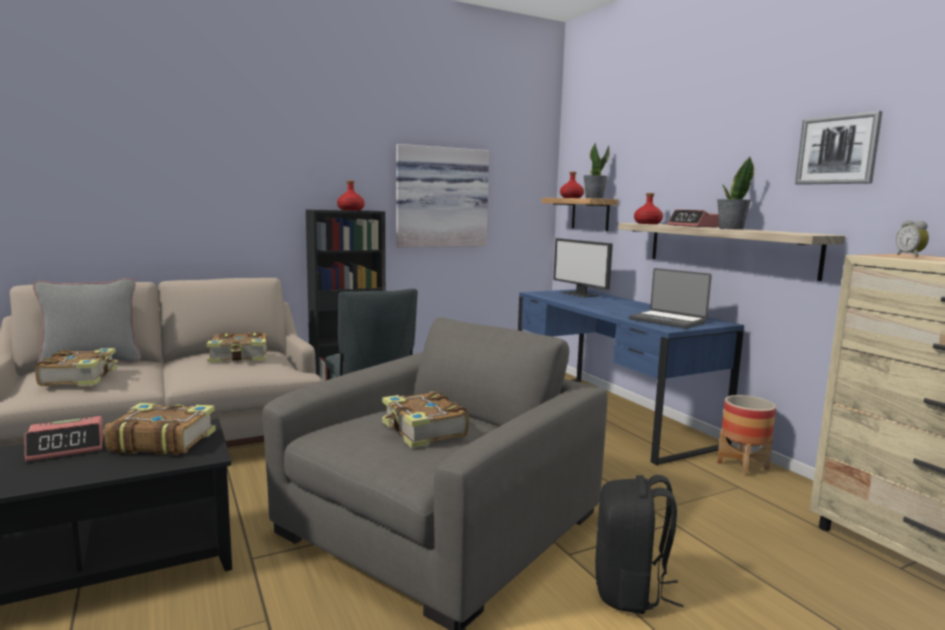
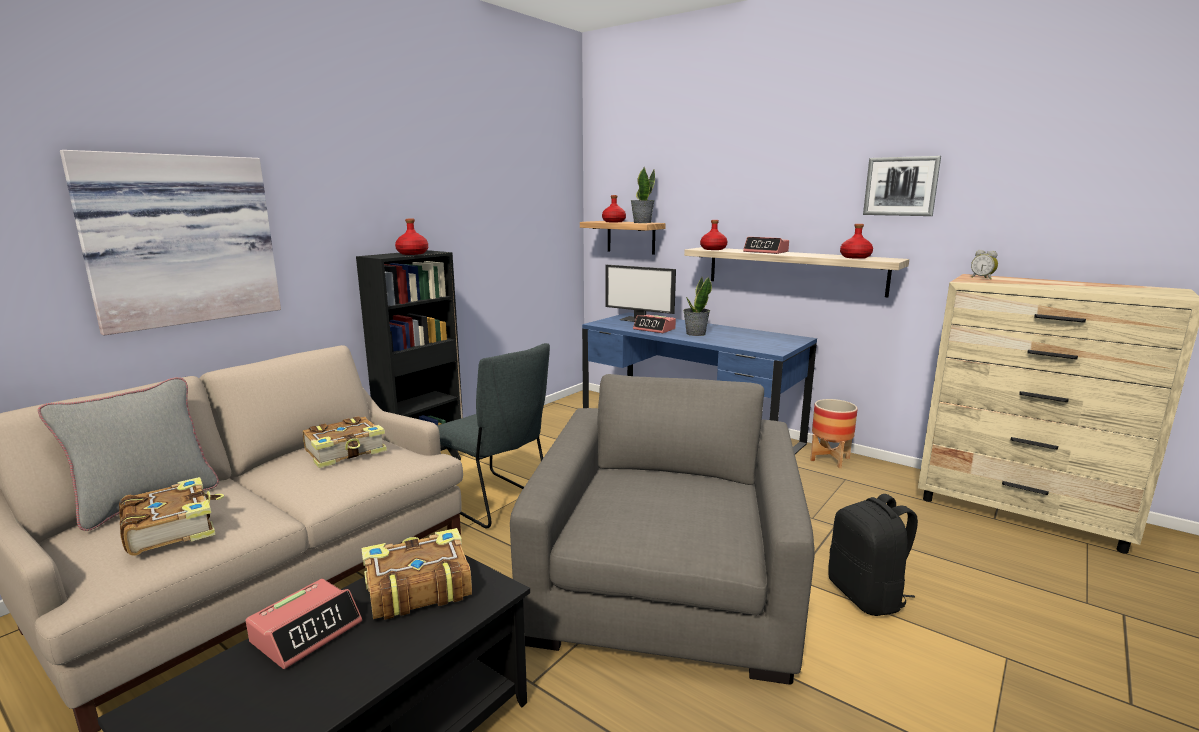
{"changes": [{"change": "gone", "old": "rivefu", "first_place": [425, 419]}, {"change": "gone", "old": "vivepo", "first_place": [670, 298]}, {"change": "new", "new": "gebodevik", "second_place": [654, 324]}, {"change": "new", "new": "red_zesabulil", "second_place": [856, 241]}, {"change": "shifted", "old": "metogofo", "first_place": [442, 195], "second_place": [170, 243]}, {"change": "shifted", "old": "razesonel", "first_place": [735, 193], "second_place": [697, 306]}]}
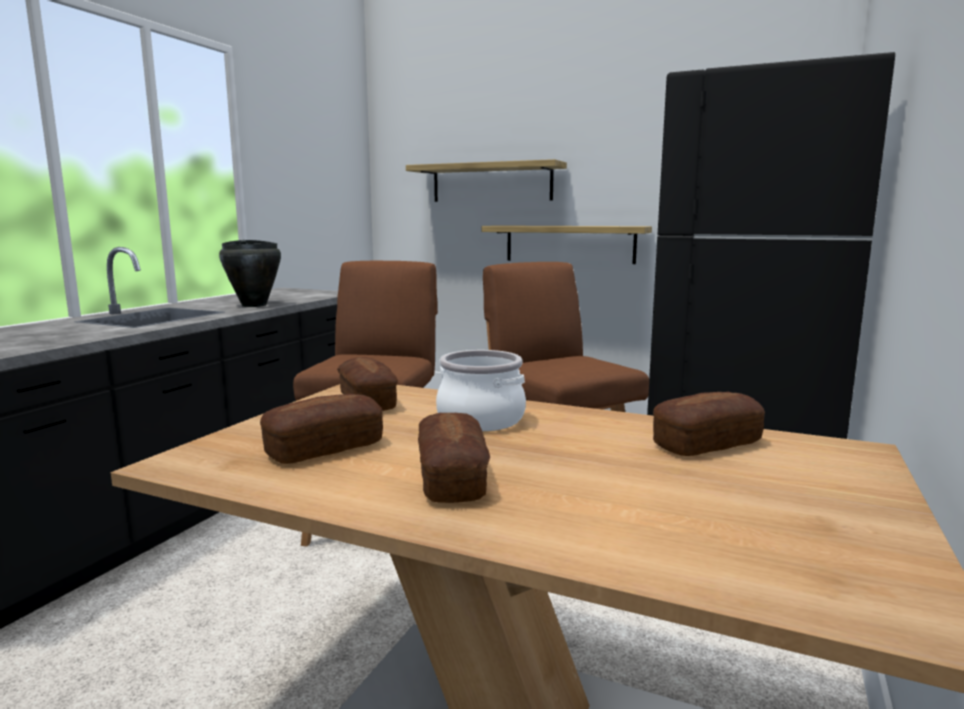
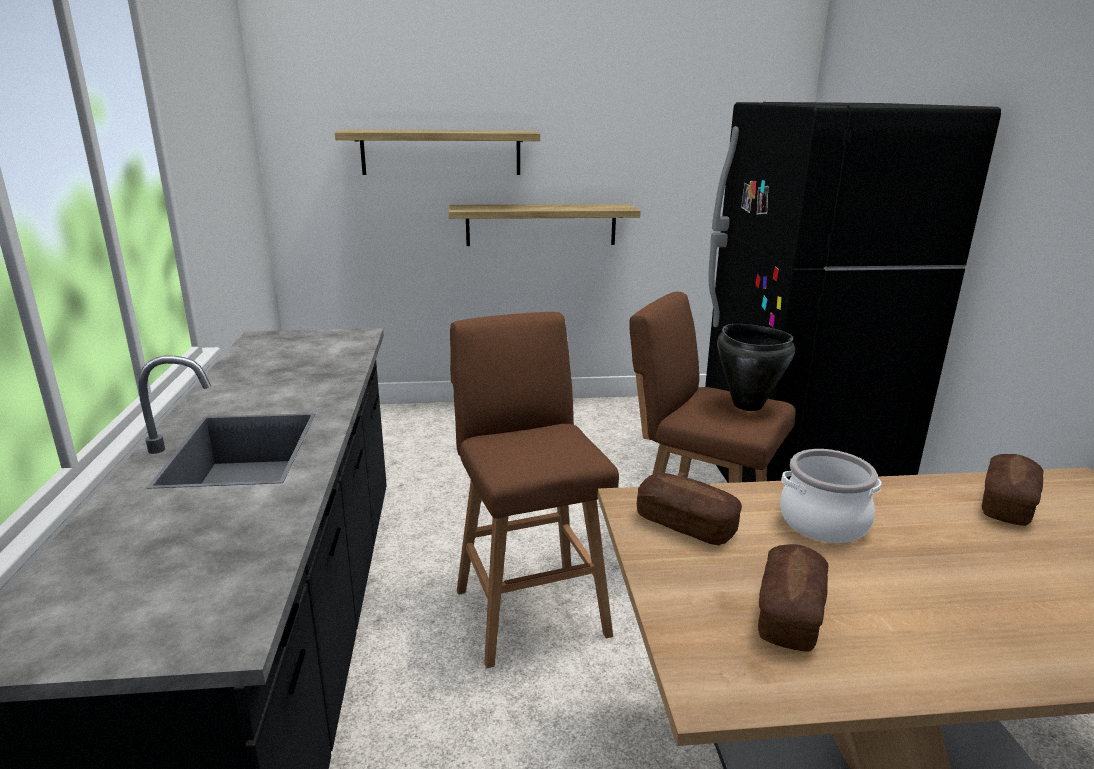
{"changes": [{"change": "gone", "old": "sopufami", "first_place": [454, 458]}, {"change": "shifted", "old": "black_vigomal", "first_place": [250, 273], "second_place": [756, 367]}]}
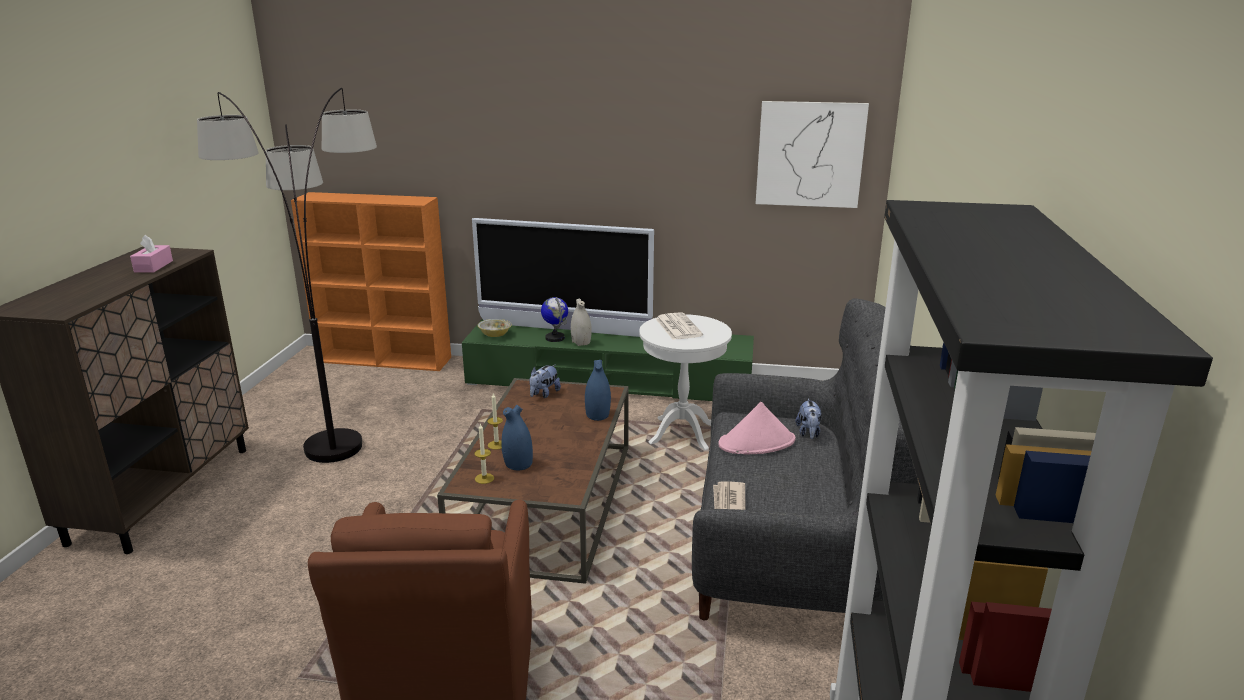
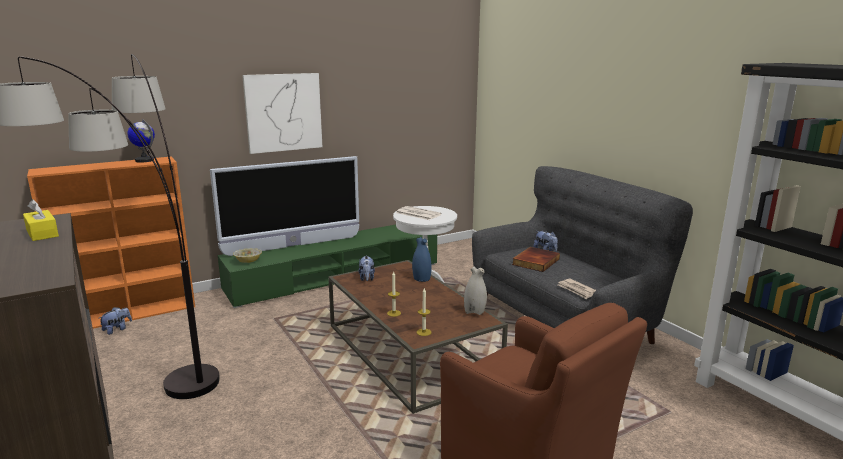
{"changes": [{"change": "gone", "old": "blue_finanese", "first_place": [517, 437]}, {"change": "new", "new": "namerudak", "second_place": [115, 321]}, {"change": "shifted", "old": "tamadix", "first_place": [554, 319], "second_place": [141, 141]}, {"change": "shifted", "old": "white_finanese", "first_place": [581, 322], "second_place": [475, 290]}, {"change": "shifted", "old": "metogofo", "first_place": [812, 154], "second_place": [282, 113]}, {"change": "swapped", "old": "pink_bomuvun", "new": "rivefu", "first_place": [756, 428], "second_place": [536, 259]}, {"change": "repainted", "old": "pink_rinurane", "new": "yellow_rinurane", "first_place": [151, 253], "second_place": [41, 220]}]}
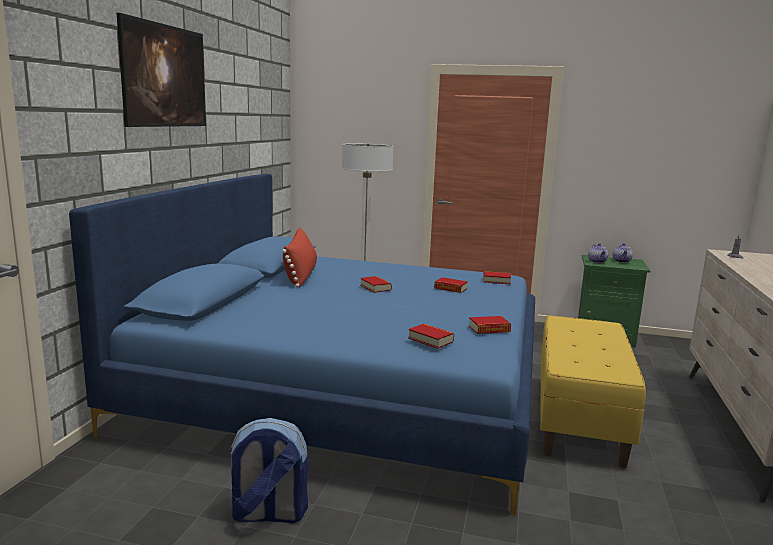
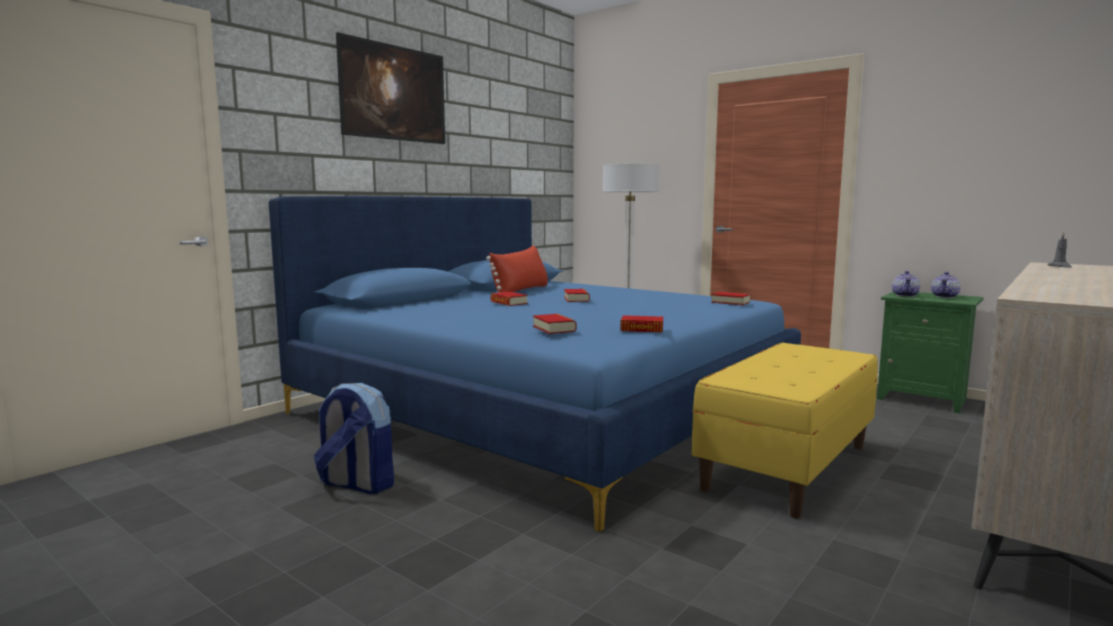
{"changes": [{"change": "shifted", "old": "rivefu", "first_place": [451, 285], "second_place": [509, 299]}]}
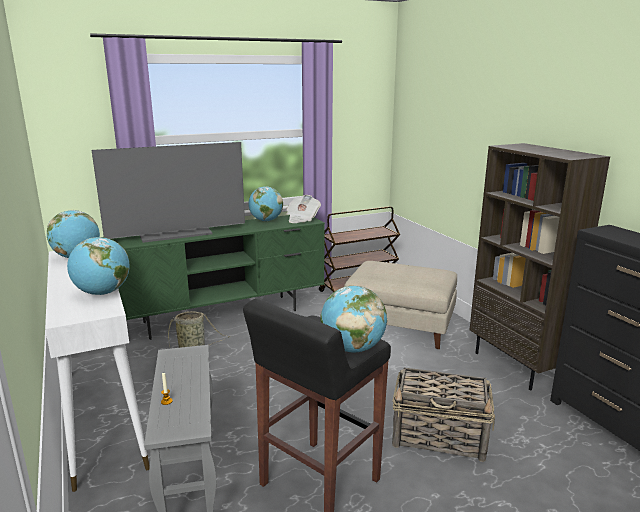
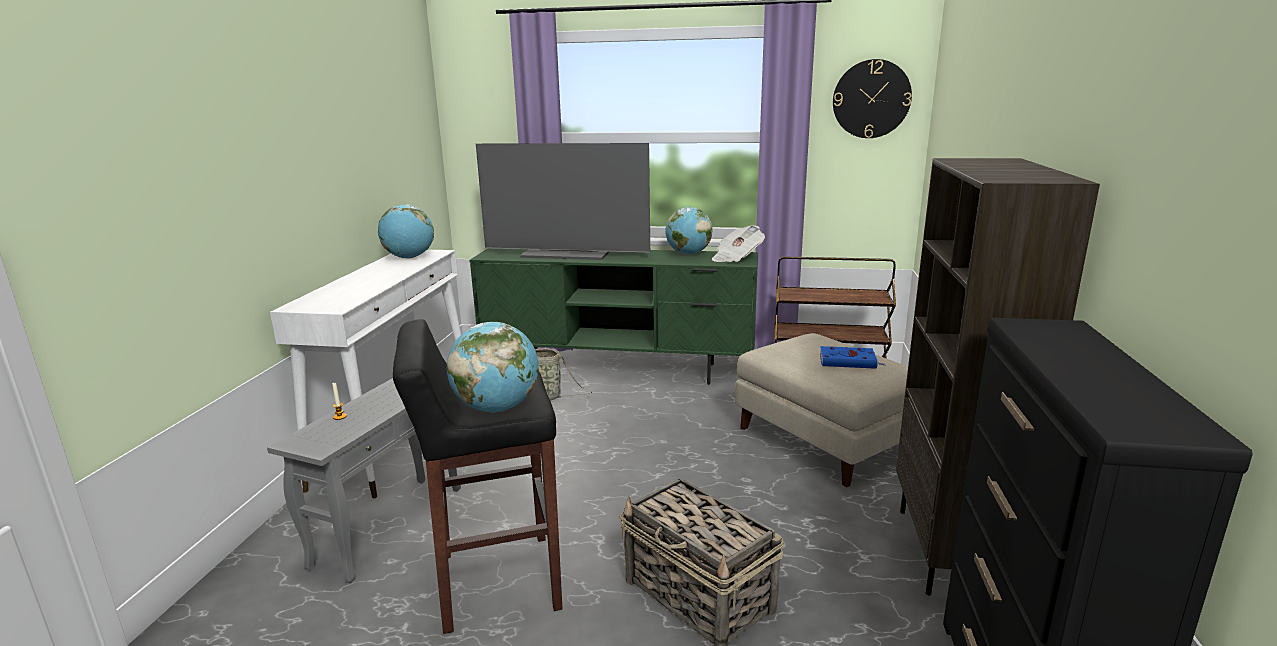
{"changes": [{"change": "gone", "old": "tamadix", "first_place": [98, 266]}, {"change": "new", "new": "blue_rivefu", "second_place": [852, 357]}, {"change": "new", "new": "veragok", "second_place": [872, 98]}]}
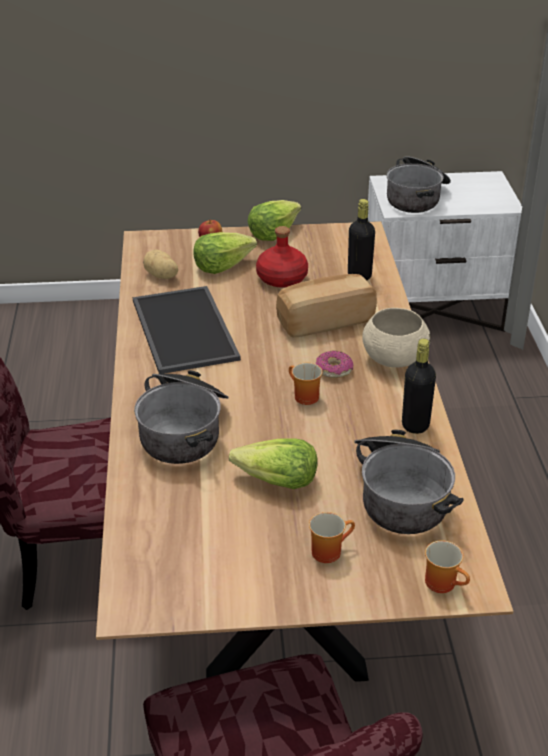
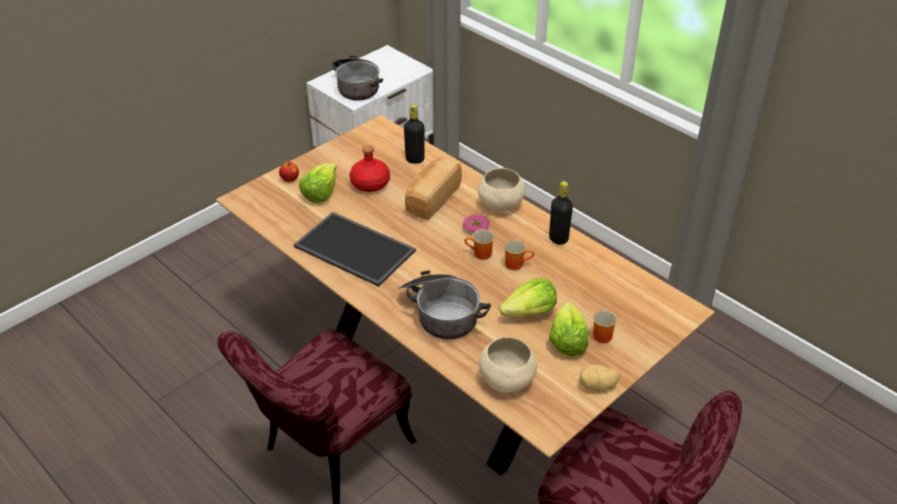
{"changes": [{"change": "gone", "old": "vigomal", "first_place": [408, 481]}, {"change": "new", "new": "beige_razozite", "second_place": [508, 365]}, {"change": "shifted", "old": "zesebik", "first_place": [160, 264], "second_place": [599, 378]}, {"change": "shifted", "old": "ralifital", "first_place": [274, 220], "second_place": [568, 329]}, {"change": "shifted", "old": "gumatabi", "first_place": [447, 566], "second_place": [519, 254]}]}
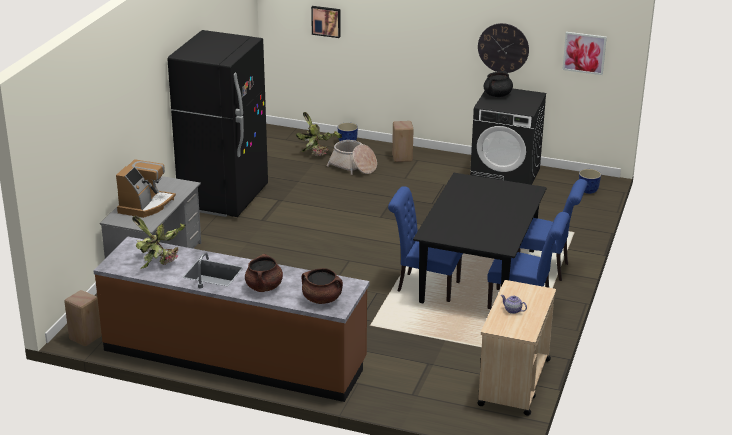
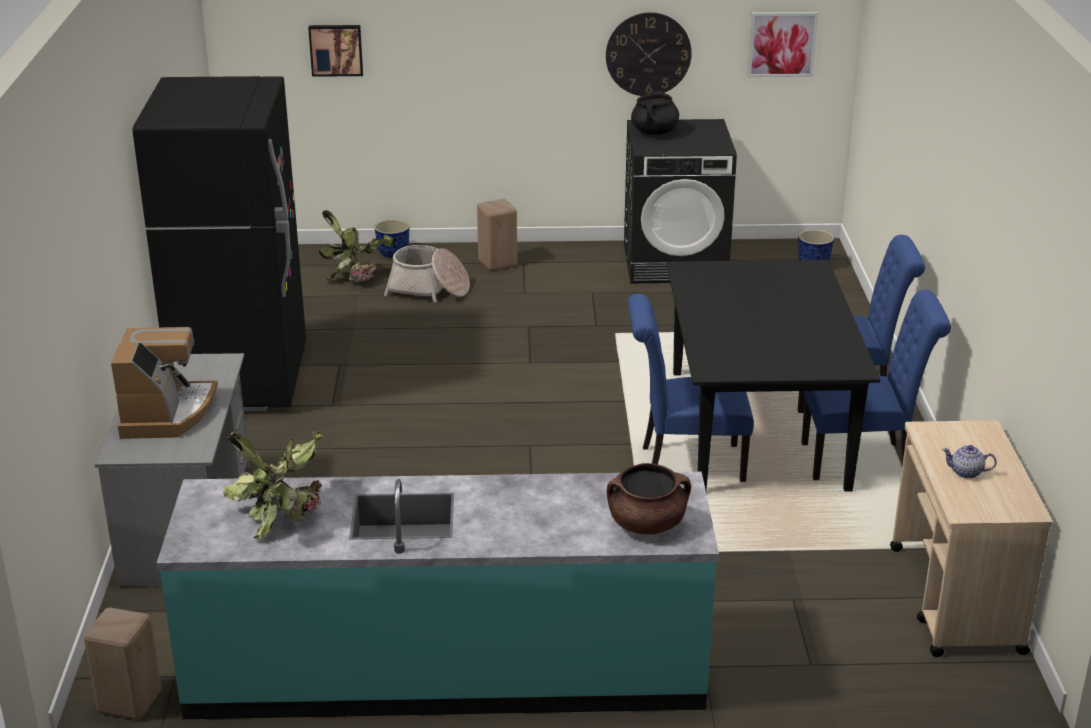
{"changes": [{"change": "gone", "old": "brown_vigomal", "first_place": [264, 273]}, {"change": "repainted", "old": "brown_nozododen", "new": "turquoise_nozododen", "first_place": [231, 319], "second_place": [438, 595]}]}
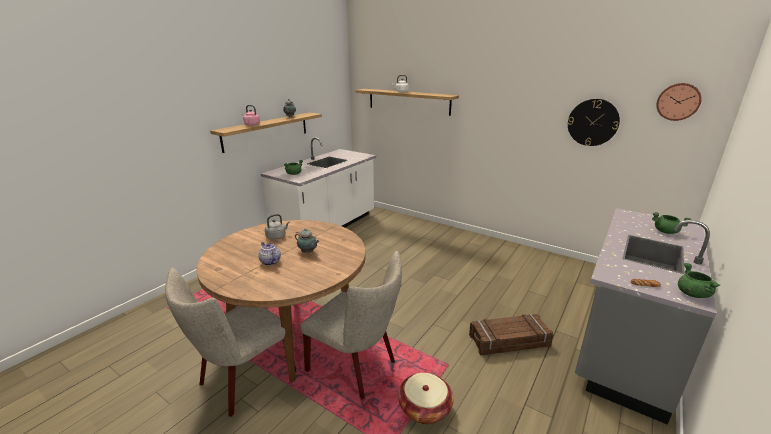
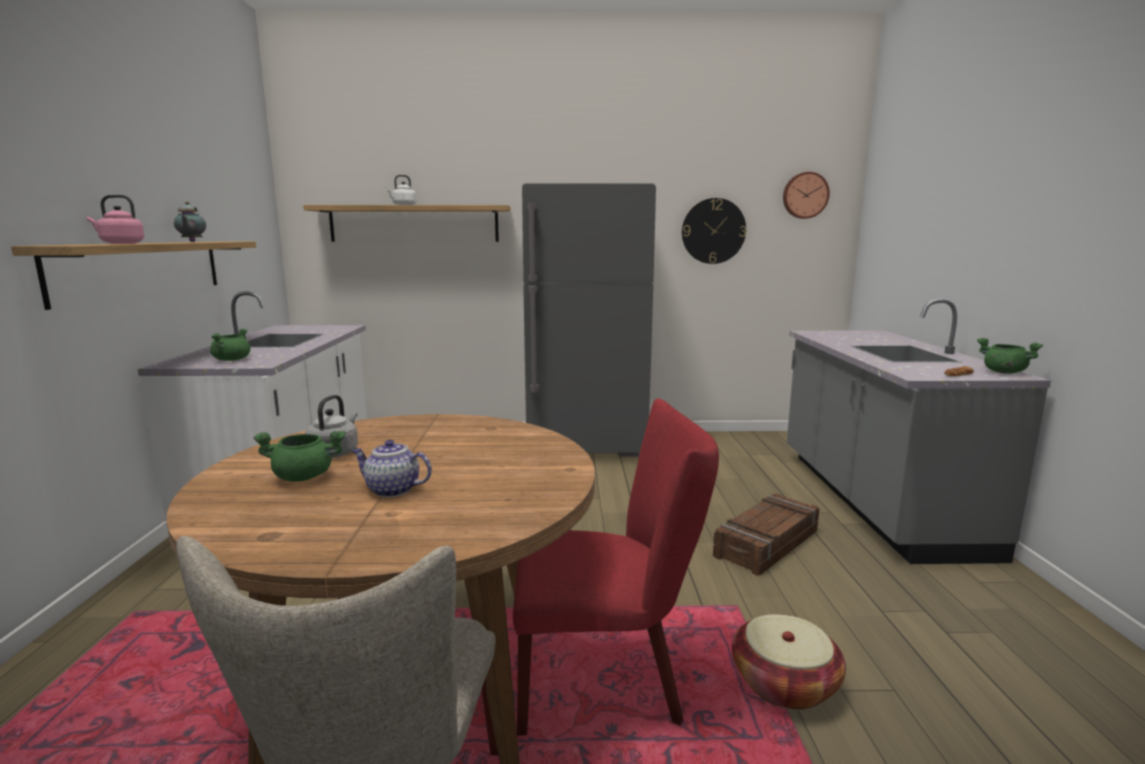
{"changes": [{"change": "gone", "old": "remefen", "first_place": [307, 240]}, {"change": "new", "new": "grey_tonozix", "second_place": [589, 320]}, {"change": "shifted", "old": "green_vigomal", "first_place": [672, 223], "second_place": [299, 456]}, {"change": "repainted", "old": "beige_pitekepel", "new": "red_pitekepel", "first_place": [351, 325], "second_place": [616, 567]}]}
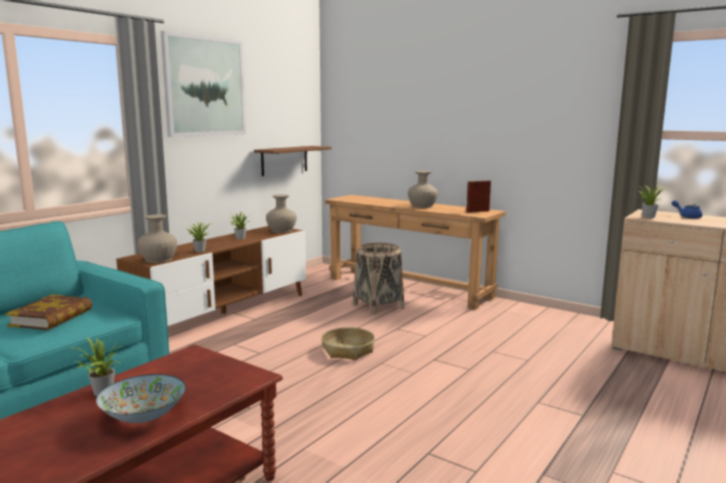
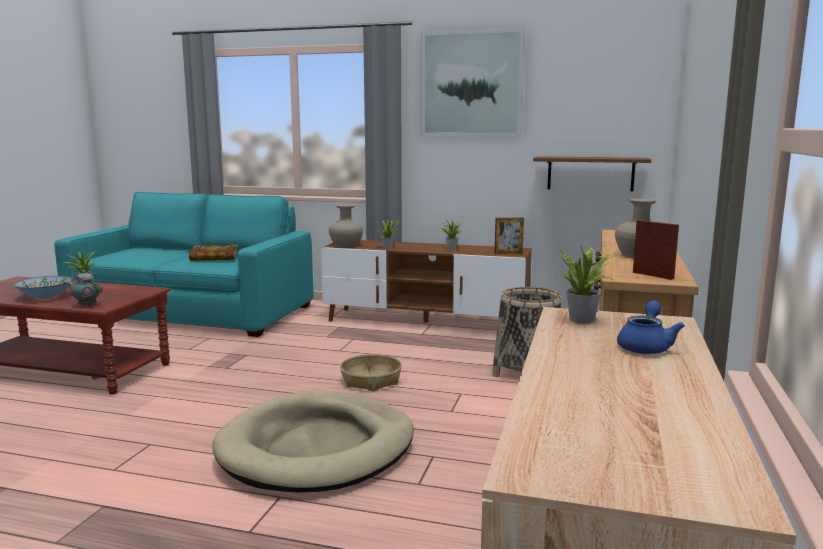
{"changes": [{"change": "new", "new": "remefen", "second_place": [85, 288]}, {"change": "new", "new": "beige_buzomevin", "second_place": [313, 441]}, {"change": "swapped", "old": "beige_finanese", "new": "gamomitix", "first_place": [281, 213], "second_place": [509, 235]}]}
